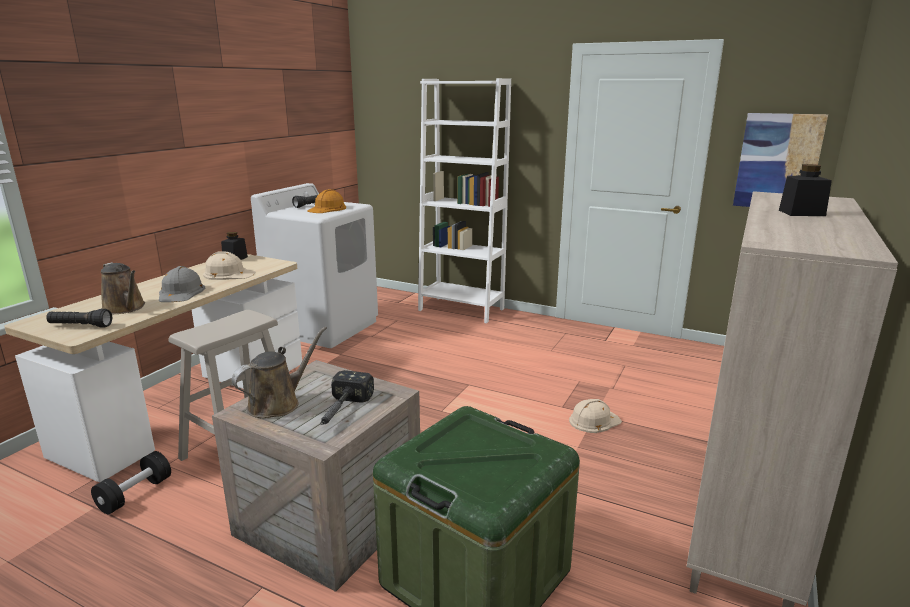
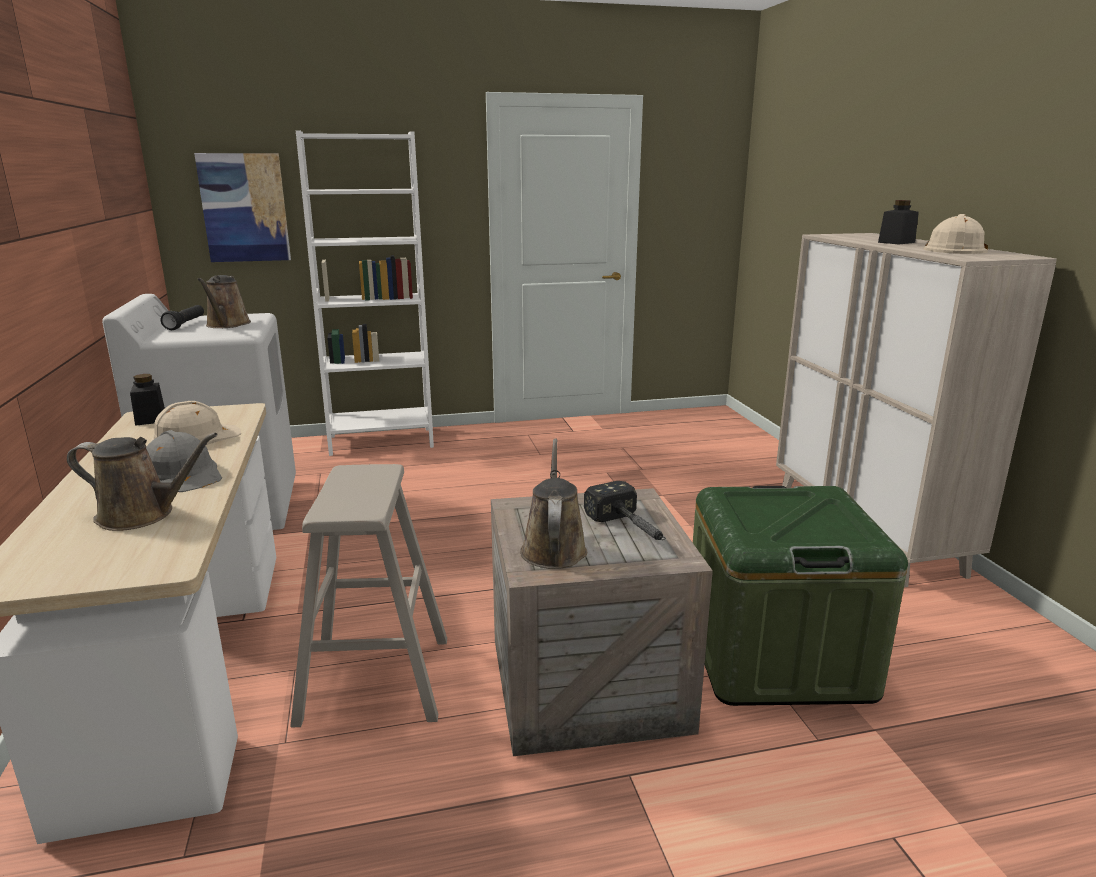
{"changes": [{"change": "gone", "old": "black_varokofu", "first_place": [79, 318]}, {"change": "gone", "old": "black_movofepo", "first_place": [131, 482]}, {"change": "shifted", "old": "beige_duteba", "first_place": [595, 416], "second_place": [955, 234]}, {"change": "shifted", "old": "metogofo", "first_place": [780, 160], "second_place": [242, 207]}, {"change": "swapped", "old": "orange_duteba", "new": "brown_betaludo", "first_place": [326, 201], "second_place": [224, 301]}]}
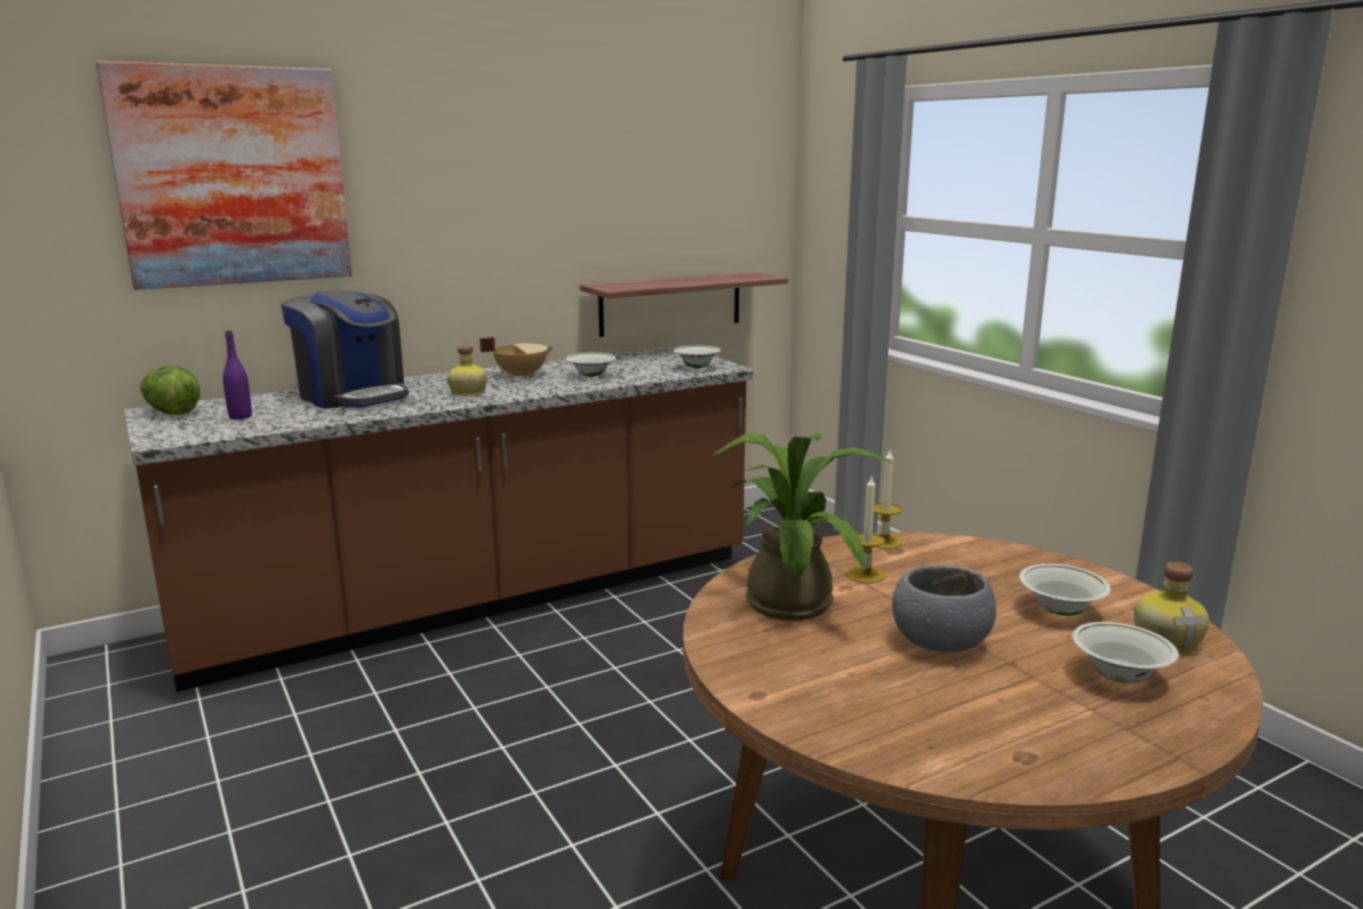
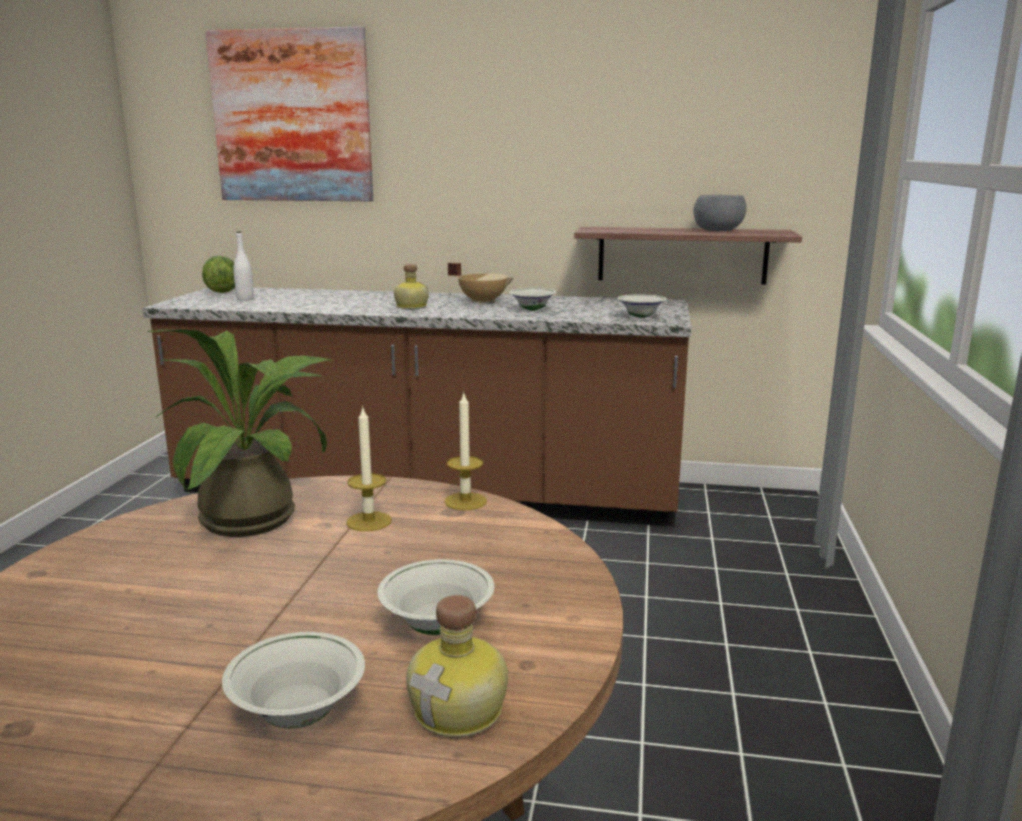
{"changes": [{"change": "gone", "old": "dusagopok", "first_place": [345, 349]}, {"change": "shifted", "old": "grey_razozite", "first_place": [944, 608], "second_place": [720, 213]}, {"change": "repainted", "old": "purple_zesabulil", "new": "white_zesabulil", "first_place": [237, 374], "second_place": [243, 265]}]}
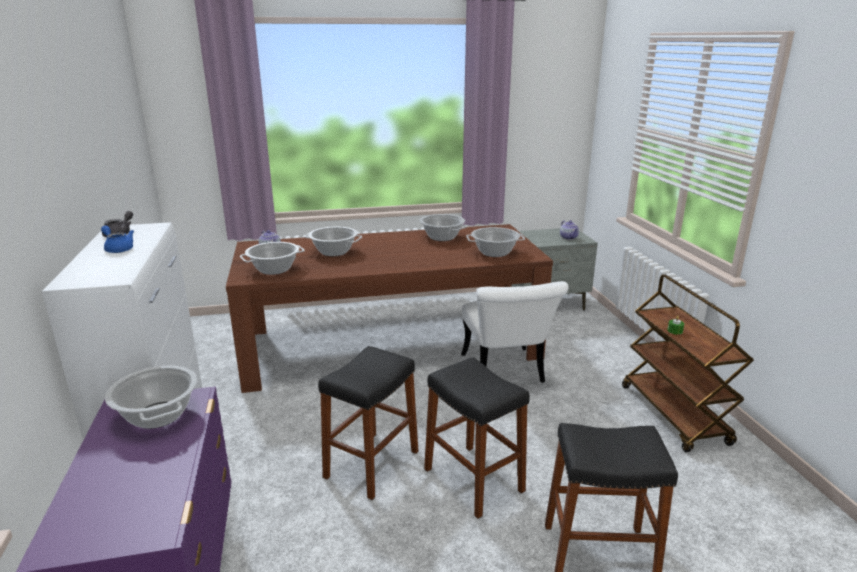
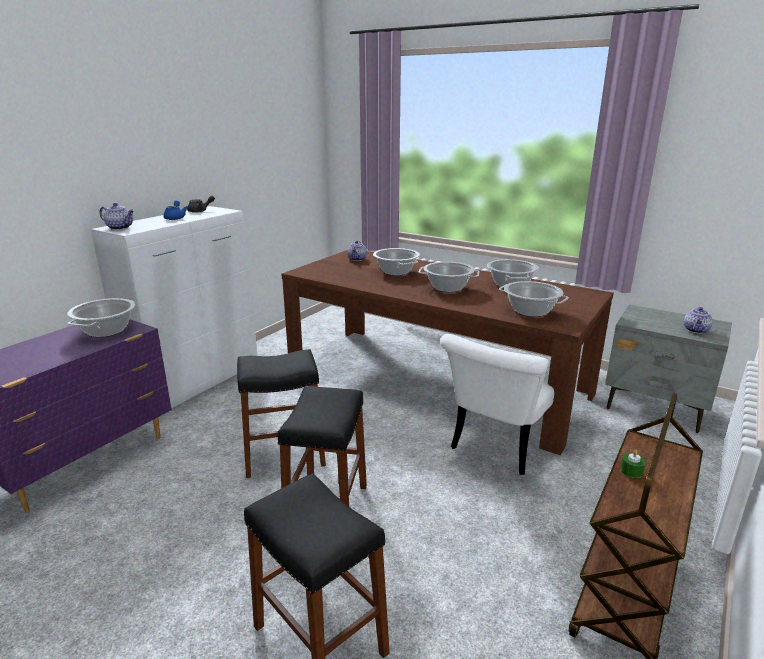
{"changes": [{"change": "new", "new": "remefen", "second_place": [117, 216]}, {"change": "shifted", "old": "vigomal", "first_place": [272, 258], "second_place": [449, 277]}]}
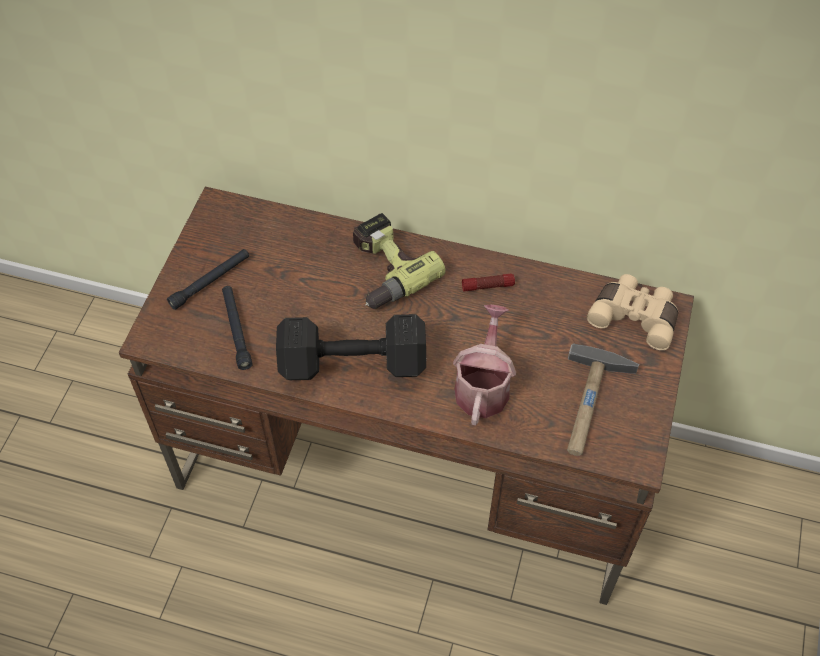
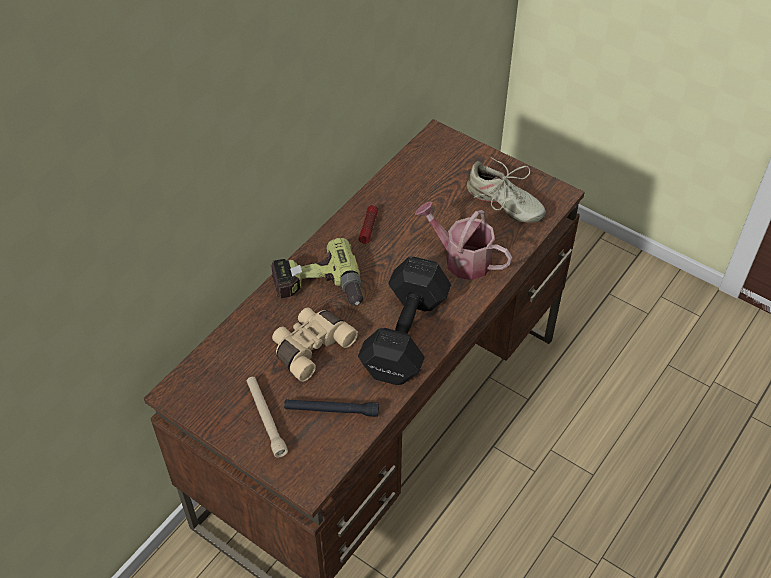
{"changes": [{"change": "shifted", "old": "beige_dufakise", "first_place": [632, 312], "second_place": [315, 344]}, {"change": "swapped", "old": "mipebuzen", "new": "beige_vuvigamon", "first_place": [603, 400], "second_place": [506, 190]}, {"change": "repainted", "old": "black_varokofu", "new": "beige_varokofu", "first_place": [208, 279], "second_place": [267, 417]}]}
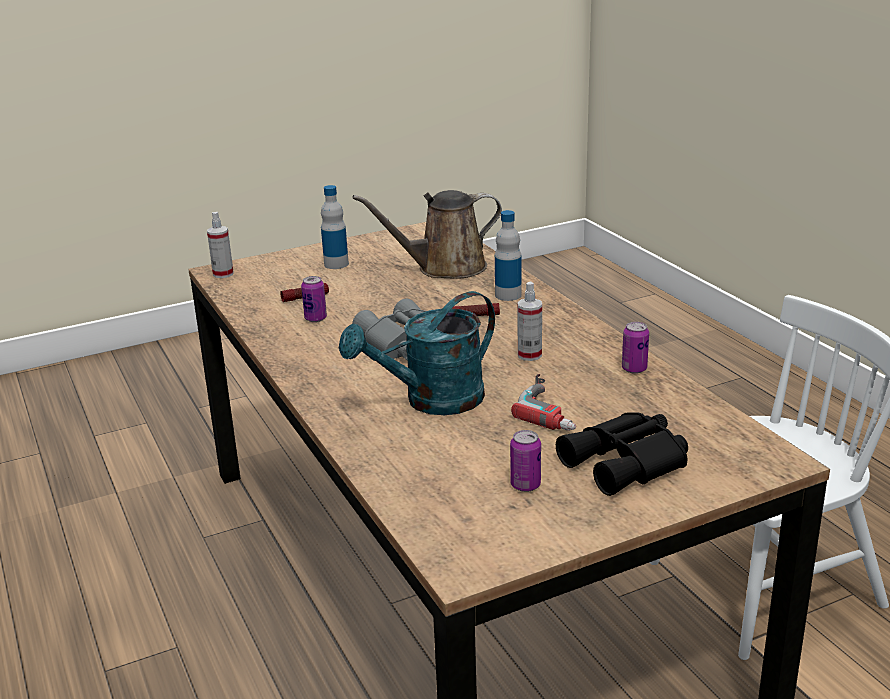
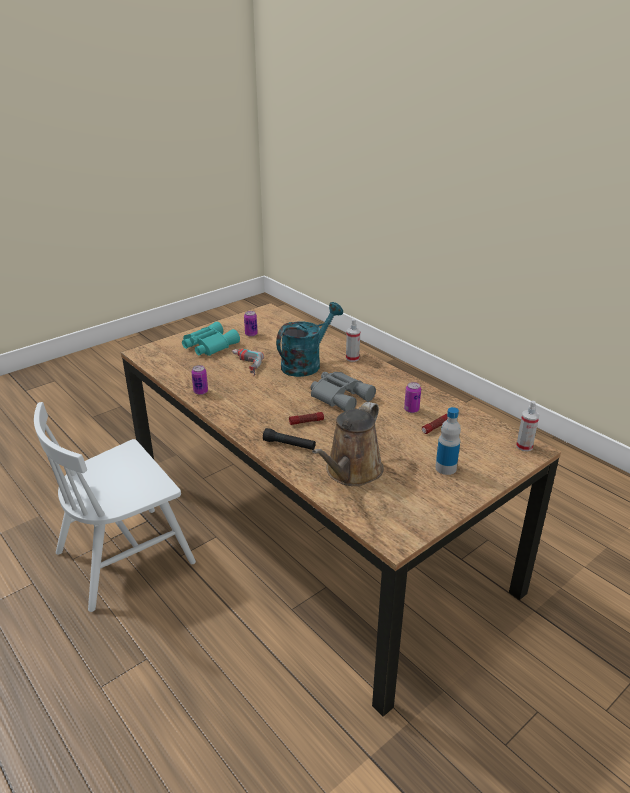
{"changes": [{"change": "shifted", "old": "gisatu", "first_place": [530, 321], "second_place": [353, 340]}, {"change": "swapped", "old": "zesabulil", "new": "black_varokofu", "first_place": [508, 255], "second_place": [289, 439]}, {"change": "repainted", "old": "black_dufakise", "new": "turquoise_dufakise", "first_place": [622, 454], "second_place": [211, 339]}, {"change": "rotated", "old": "brown_betaludo", "first_place": [427, 234], "second_place": [348, 444], "degrees": 150}]}
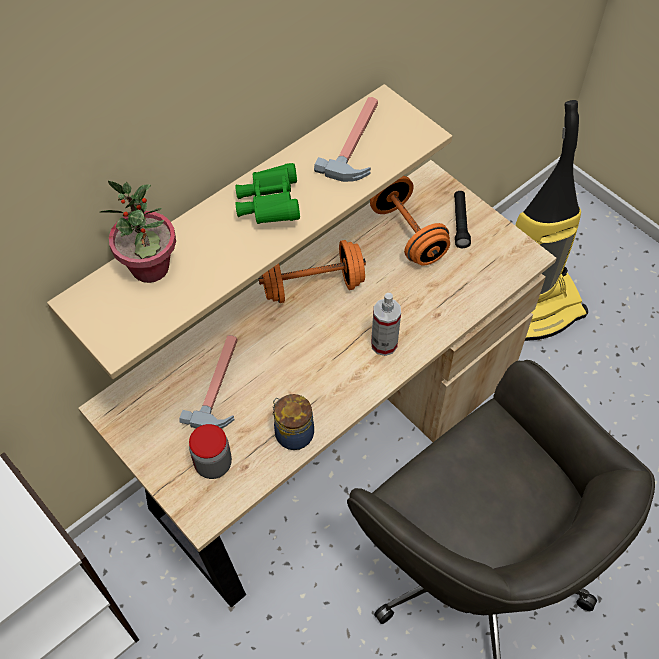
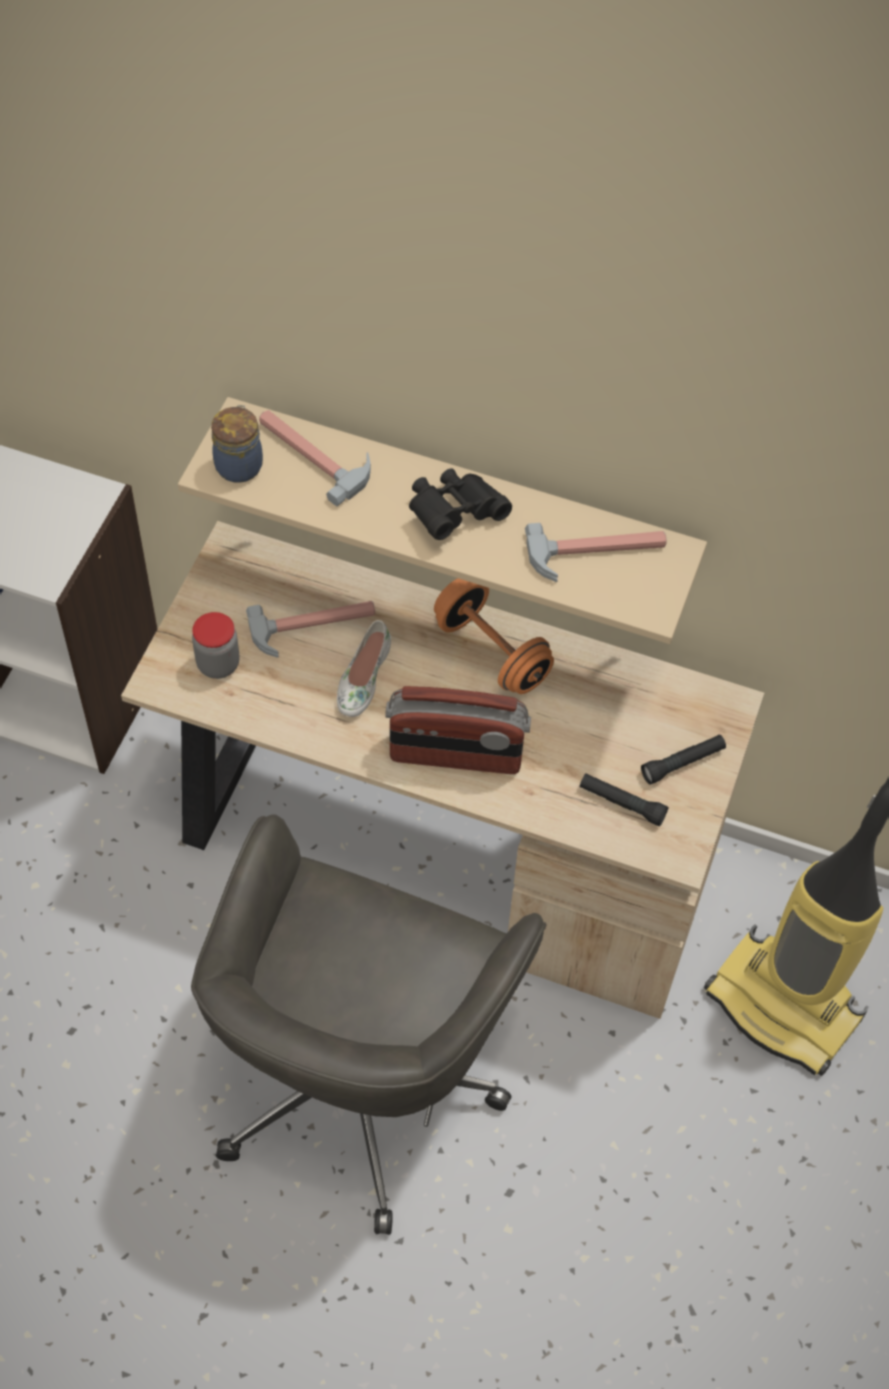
{"changes": [{"change": "gone", "old": "orange_movofepo", "first_place": [410, 221]}, {"change": "new", "new": "white_vuvigamon", "second_place": [364, 668]}, {"change": "new", "new": "black_varokofu", "second_place": [624, 800]}, {"change": "shifted", "old": "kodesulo", "first_place": [293, 422], "second_place": [237, 444]}, {"change": "swapped", "old": "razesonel", "new": "mipebuzen", "first_place": [138, 232], "second_place": [315, 458]}, {"change": "swapped", "old": "gisatu", "new": "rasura", "first_place": [386, 324], "second_place": [458, 730]}, {"change": "repainted", "old": "green_dufakise", "new": "black_dufakise", "first_place": [267, 193], "second_place": [460, 504]}]}
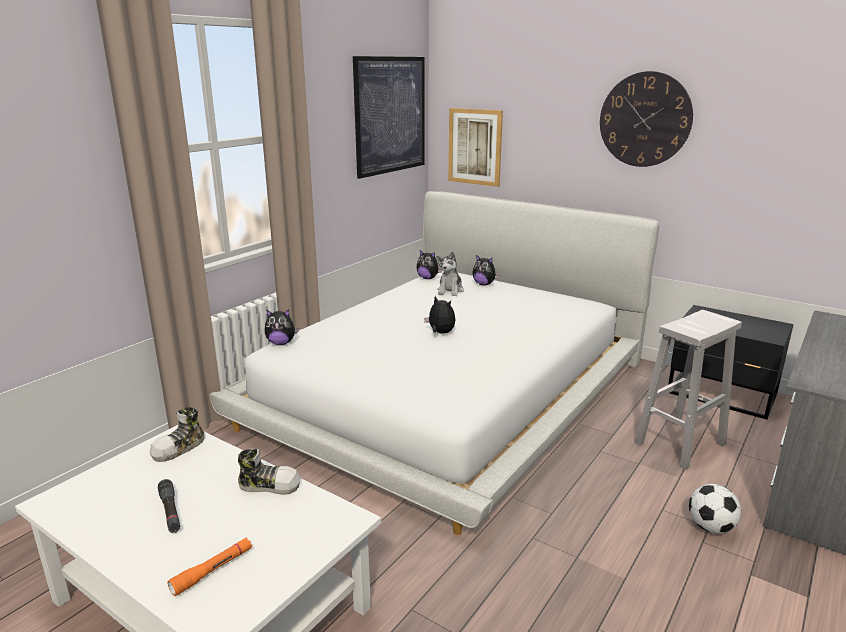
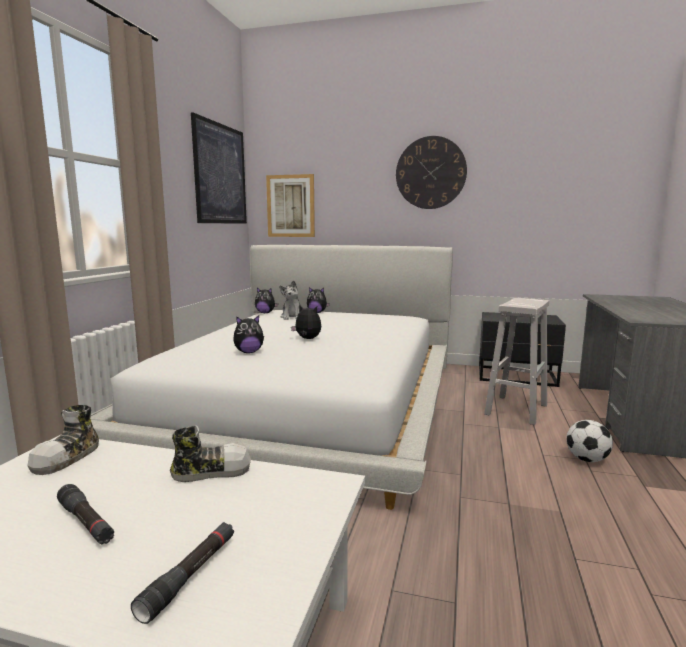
{"changes": [{"change": "shifted", "old": "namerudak", "first_place": [282, 327], "second_place": [248, 334]}, {"change": "repainted", "old": "orange_varokofu", "new": "black_varokofu", "first_place": [209, 566], "second_place": [182, 573]}]}
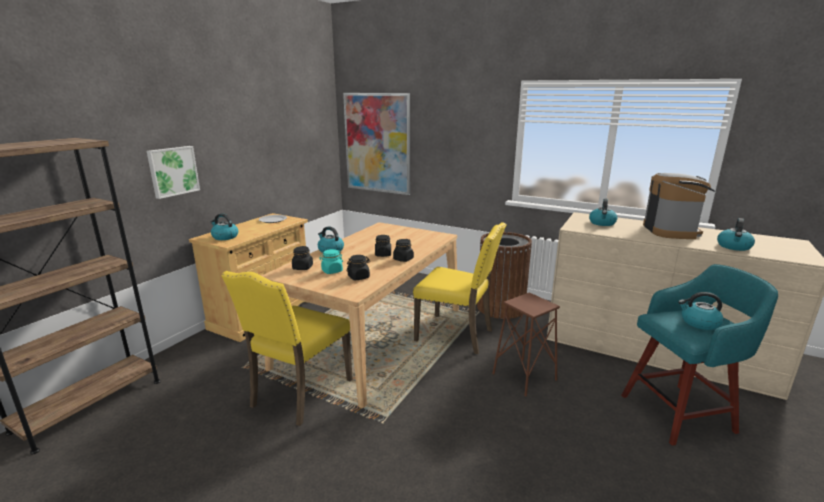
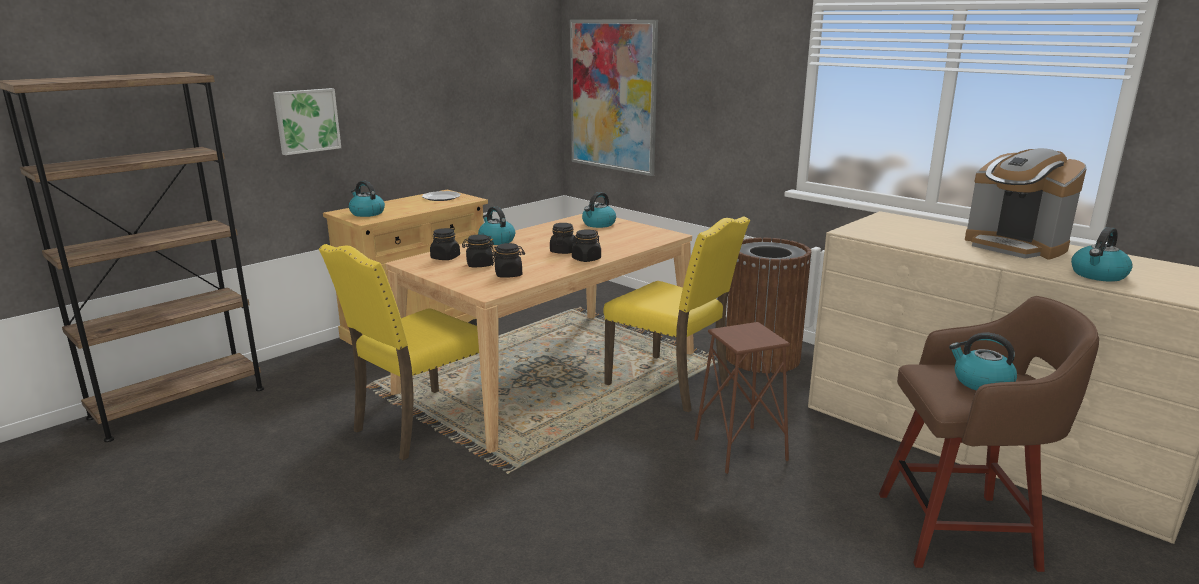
{"changes": [{"change": "shifted", "old": "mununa", "first_place": [603, 212], "second_place": [599, 210]}, {"change": "repainted", "old": "turquoise_kodesulo", "new": "black_kodesulo", "first_place": [331, 261], "second_place": [478, 250]}, {"change": "repainted", "old": "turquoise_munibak", "new": "brown_munibak", "first_place": [699, 355], "second_place": [989, 434]}, {"change": "rotated", "old": "dusagopok", "first_place": [679, 206], "second_place": [1026, 204], "degrees": 120}]}
